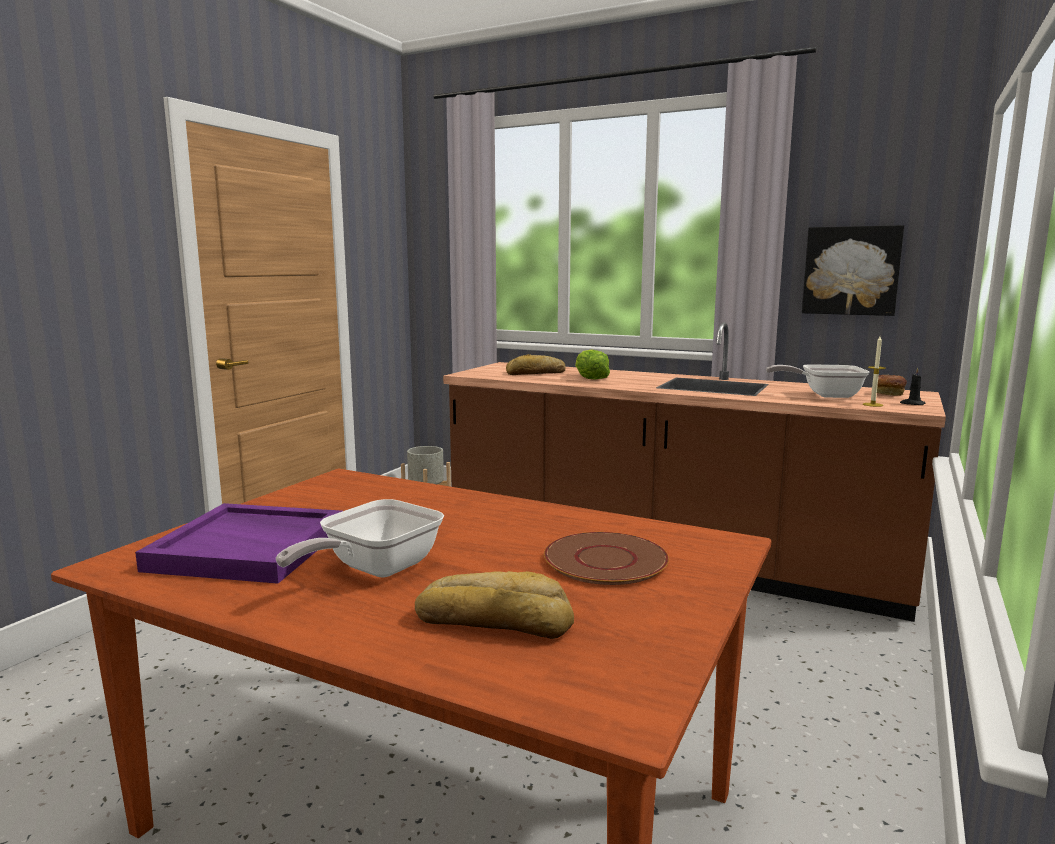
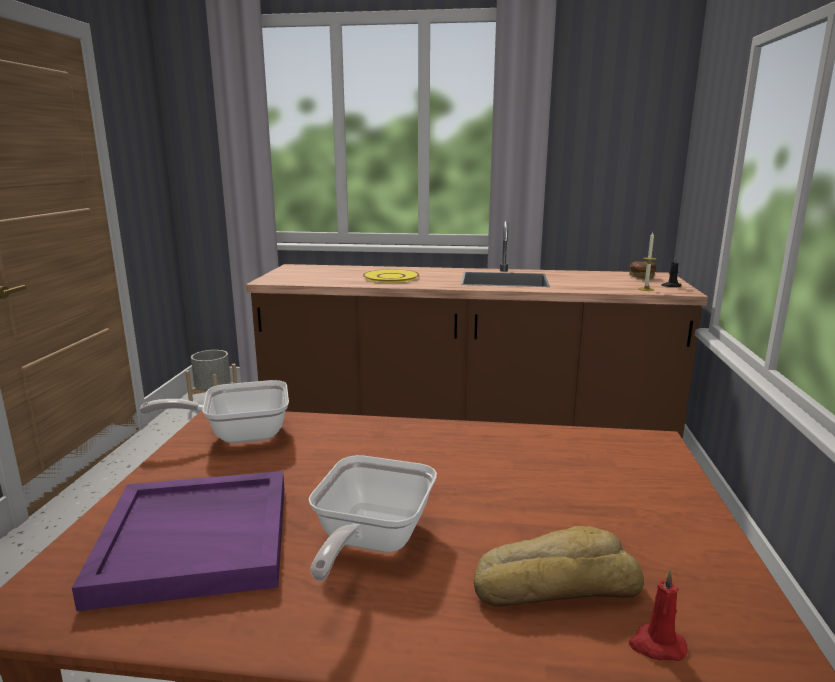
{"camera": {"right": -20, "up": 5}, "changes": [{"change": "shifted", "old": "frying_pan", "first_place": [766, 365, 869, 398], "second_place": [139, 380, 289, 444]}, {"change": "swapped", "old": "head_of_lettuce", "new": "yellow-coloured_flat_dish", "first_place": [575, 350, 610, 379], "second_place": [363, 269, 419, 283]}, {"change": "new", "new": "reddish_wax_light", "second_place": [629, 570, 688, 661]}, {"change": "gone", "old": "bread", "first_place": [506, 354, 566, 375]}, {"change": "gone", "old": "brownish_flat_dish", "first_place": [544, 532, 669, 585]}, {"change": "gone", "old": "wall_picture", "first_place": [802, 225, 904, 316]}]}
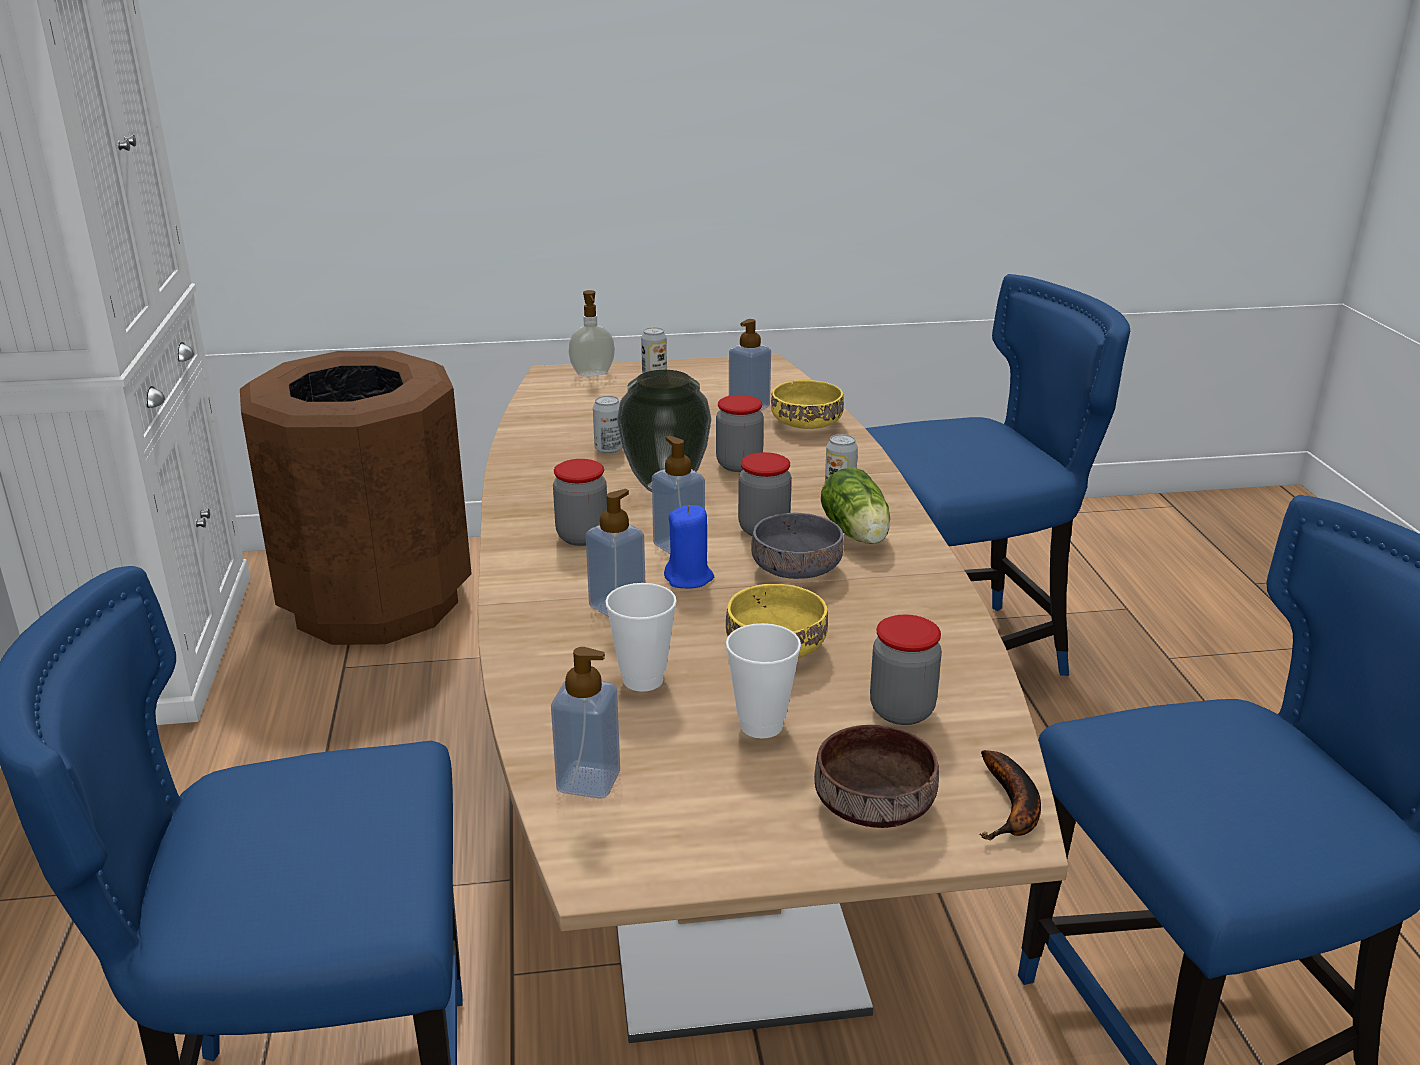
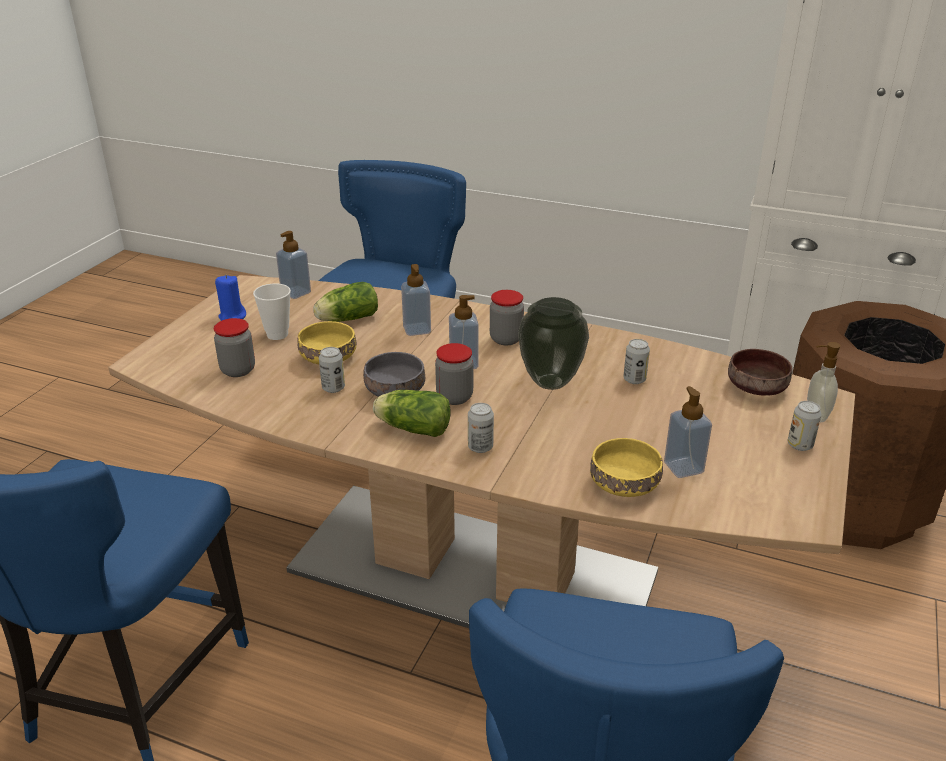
{"camera": {"right": 120, "up": 5}, "changes": [{"change": "shifted", "old": "bluish_wax_light", "first_place": [664, 505, 714, 588], "second_place": [215, 275, 246, 321]}, {"change": "swapped", "old": "cup", "new": "head_of_lettuce", "first_place": [605, 583, 677, 692], "second_place": [313, 282, 378, 322]}, {"change": "new", "new": "metal_can", "second_place": [319, 347, 345, 393]}, {"change": "shifted", "old": "brownish_serving_bowl", "first_place": [814, 725, 939, 828], "second_place": [728, 349, 793, 396]}, {"change": "gone", "old": "jar", "first_place": [716, 395, 764, 472]}, {"change": "gone", "old": "banana_fruit", "first_place": [980, 750, 1041, 840]}]}
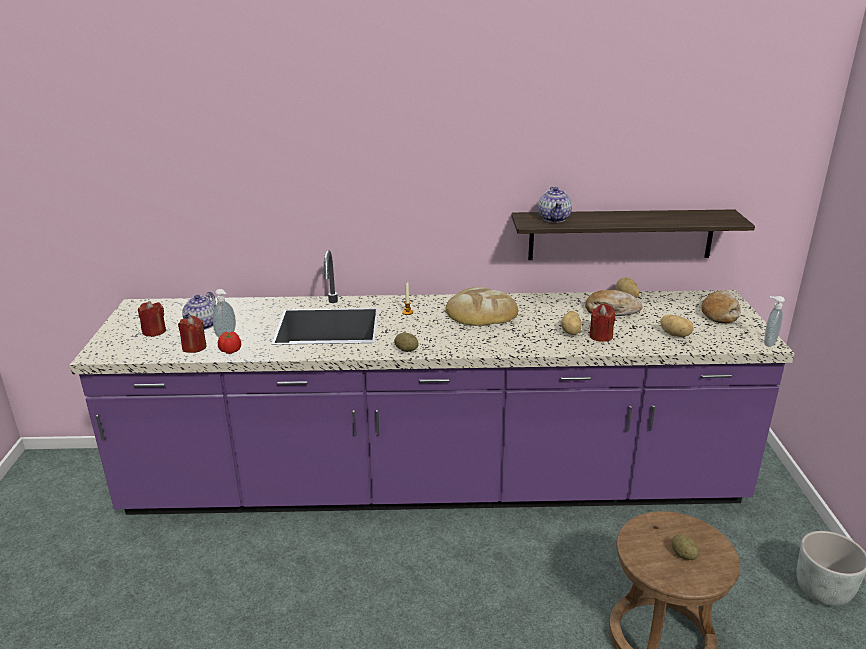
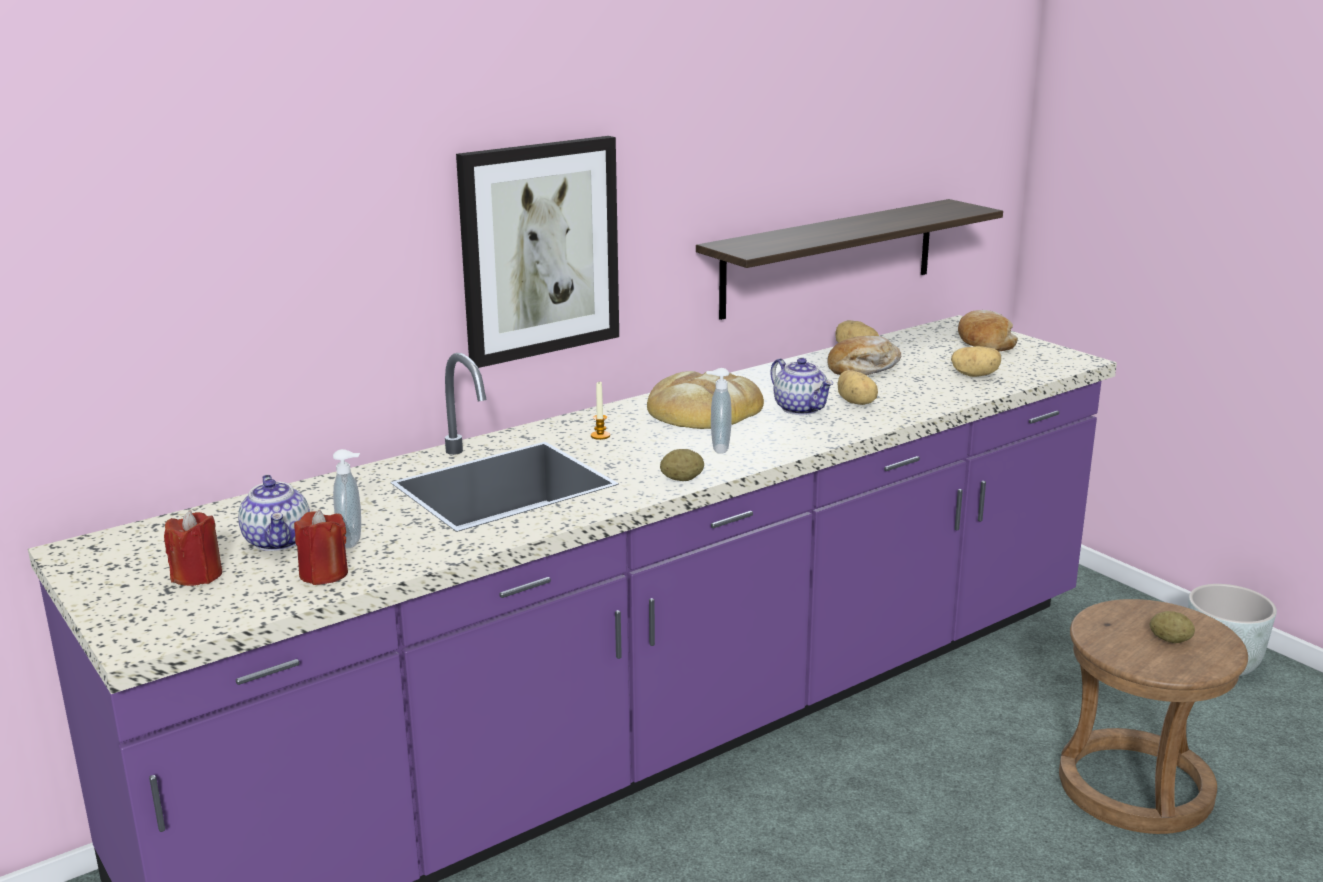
{"camera": {"right": -35, "up": -5}, "changes": [{"change": "new", "new": "wall_picture", "second_place": [456, 136, 619, 368]}, {"change": "shifted", "old": "liquid_soap_bottle", "first_place": [764, 296, 785, 347], "second_place": [706, 368, 732, 454]}, {"change": "shifted", "old": "teapot", "first_place": [538, 187, 572, 222], "second_place": [770, 358, 833, 415]}, {"change": "gone", "old": "whole_tomato", "first_place": [218, 331, 241, 354]}, {"change": "gone", "old": "reddish_wax_light", "first_place": [589, 304, 616, 342]}]}
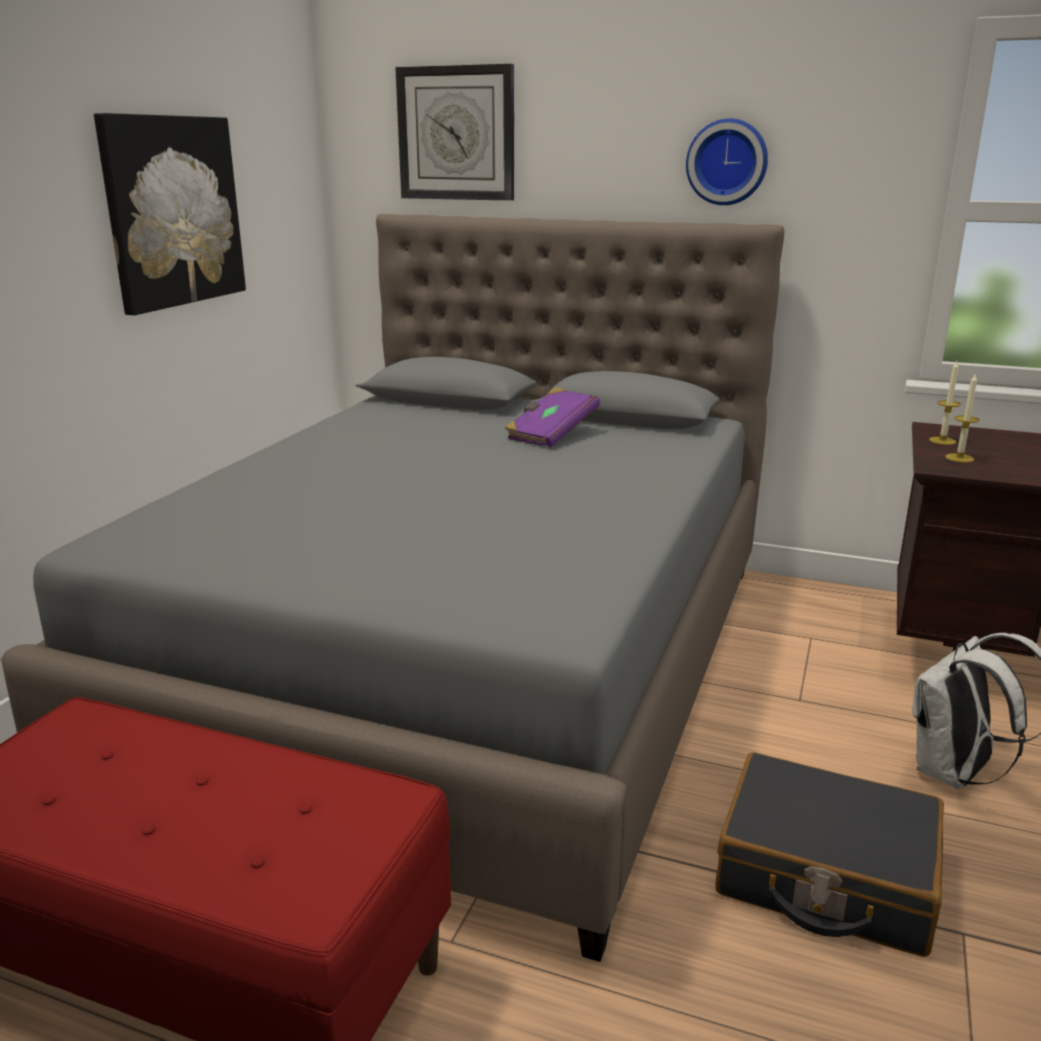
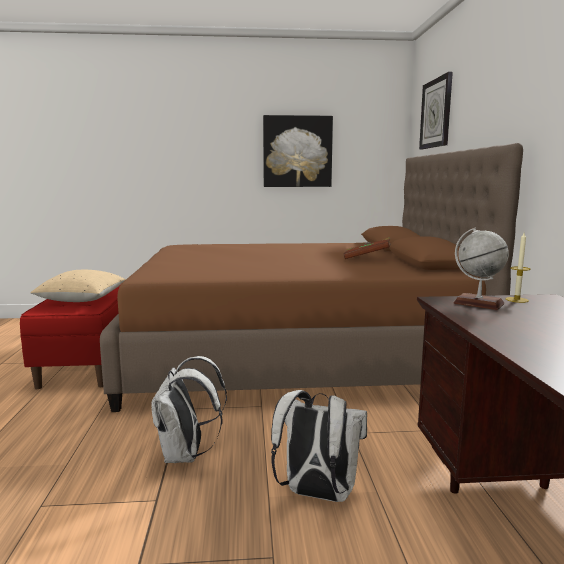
{"camera": {"right": 65, "up": -10}, "changes": [{"change": "new", "new": "beige-coloured_cushion", "second_place": [30, 270, 126, 302]}, {"change": "repainted", "old": "grey_sleeping_bed", "new": "brownish_sleeping_bed", "first_place": [1, 214, 784, 962], "second_place": [100, 143, 523, 412]}, {"change": "swapped", "old": "black_suitcase", "new": "white-coloured_rucksack", "first_place": [715, 752, 944, 957], "second_place": [151, 356, 227, 463]}, {"change": "repainted", "old": "purplish_bound_book", "new": "brownish_bound_book", "first_place": [504, 387, 600, 447], "second_place": [344, 237, 391, 259]}, {"change": "swapped", "old": "wax_light", "new": "world_globe", "first_place": [945, 374, 979, 462], "second_place": [453, 227, 509, 310]}, {"change": "gone", "old": "hanging_clock", "first_place": [686, 118, 768, 205]}]}
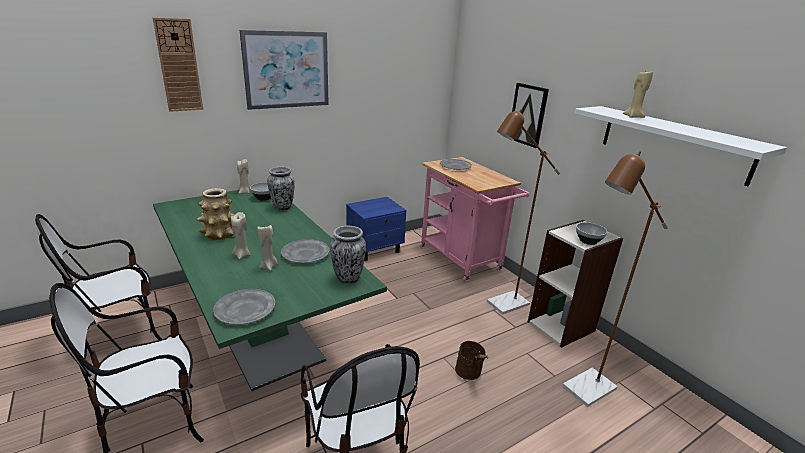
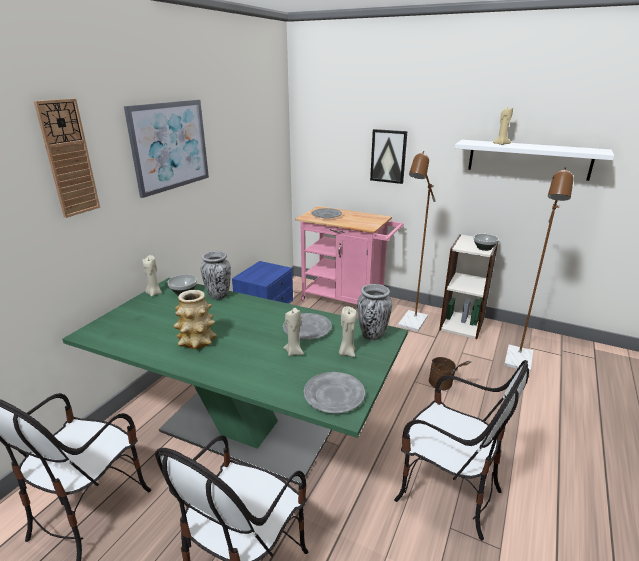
{"camera": {"right": -30, "up": 0}, "changes": [{"change": "shifted", "old": "beige-coloured_wax_light", "first_place": [231, 212, 251, 259], "second_place": [339, 306, 357, 357]}]}
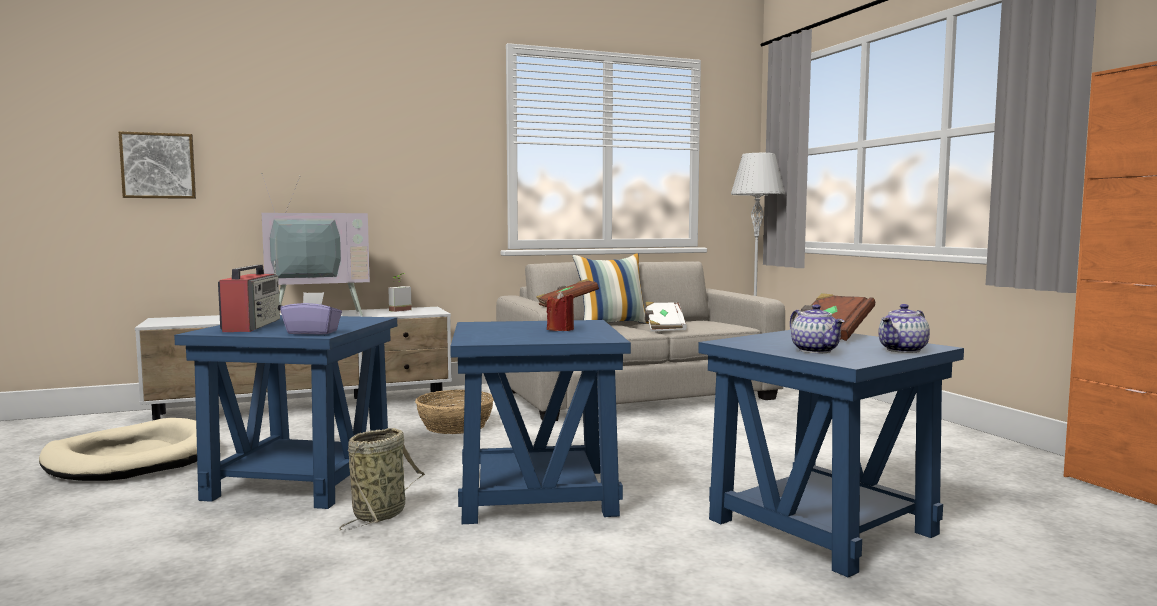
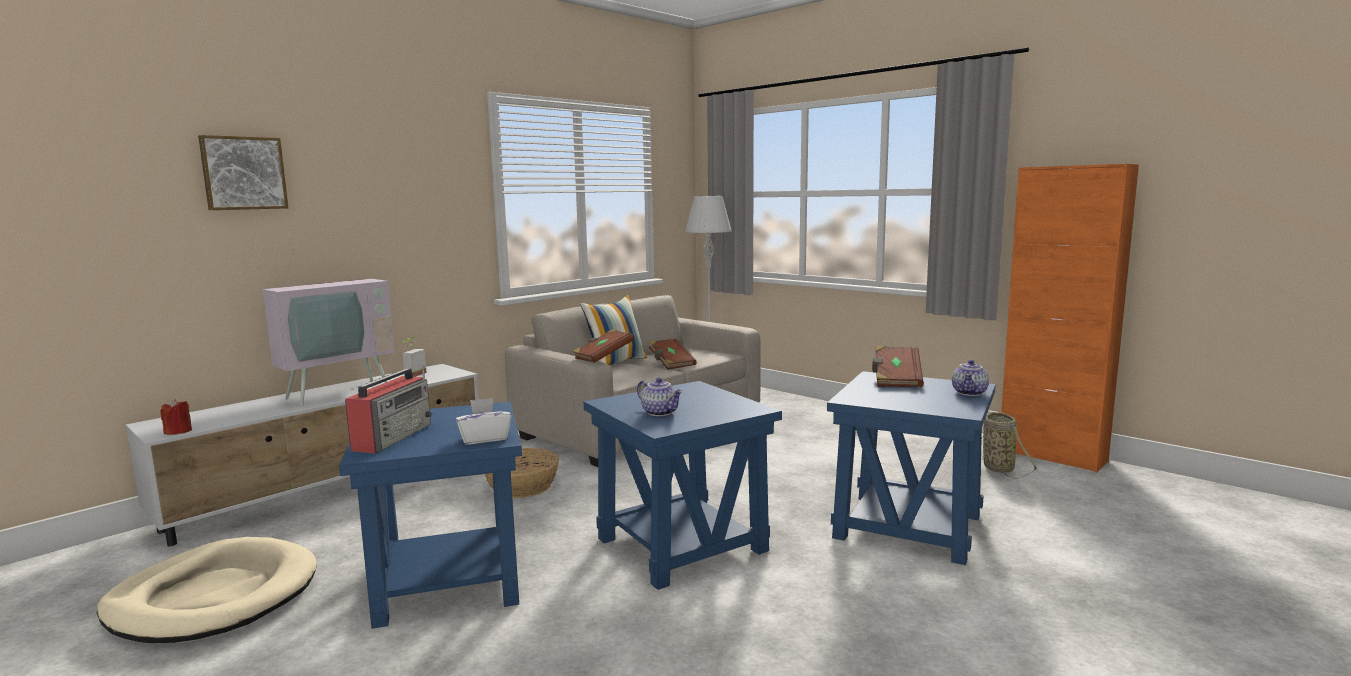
{"camera": {"right": -25, "up": 5}, "changes": [{"change": "shifted", "old": "reddish_wax_light", "first_place": [547, 291, 574, 331], "second_place": [161, 399, 192, 435]}, {"change": "shifted", "old": "wall_picture", "first_place": [119, 131, 196, 199], "second_place": [198, 135, 288, 210]}, {"change": "rotated", "old": "radio_set", "first_place": [218, 261, 283, 332], "second_place": [345, 364, 432, 453], "degrees": 45}, {"change": "repainted", "old": "purplish_box_of_tissues", "new": "white-coloured_box_of_tissues", "first_place": [280, 292, 342, 335], "second_place": [456, 398, 512, 445]}, {"change": "shifted", "old": "teapot", "first_place": [790, 304, 844, 353], "second_place": [637, 377, 682, 416]}, {"change": "repainted", "old": "white-coloured_bound_book", "new": "brownish_bound_book", "first_place": [645, 302, 687, 331], "second_place": [649, 339, 697, 370]}, {"change": "shifted", "old": "household_basket", "first_place": [339, 428, 425, 530], "second_place": [981, 412, 1038, 479]}]}
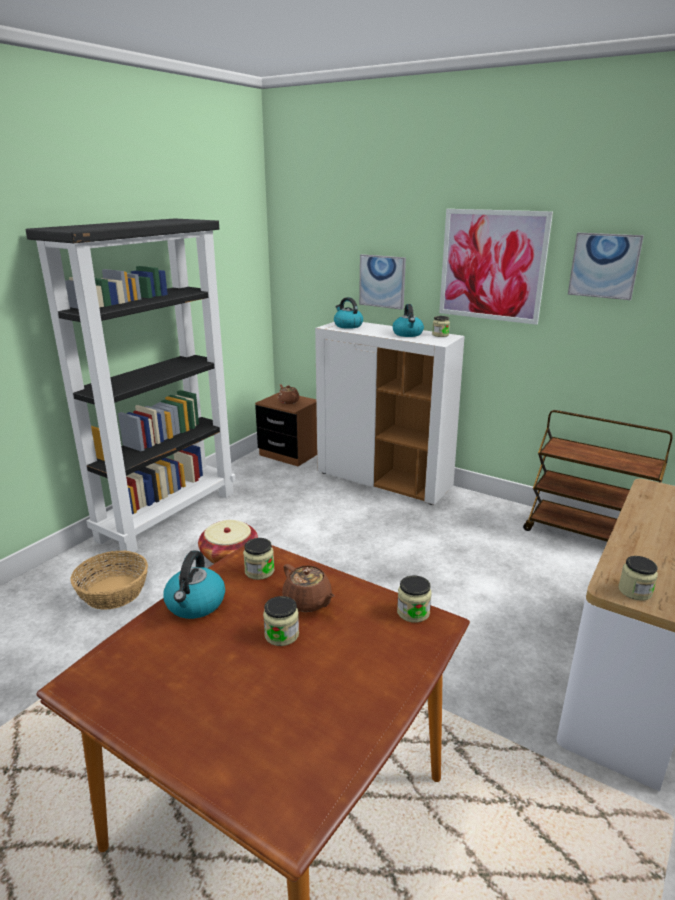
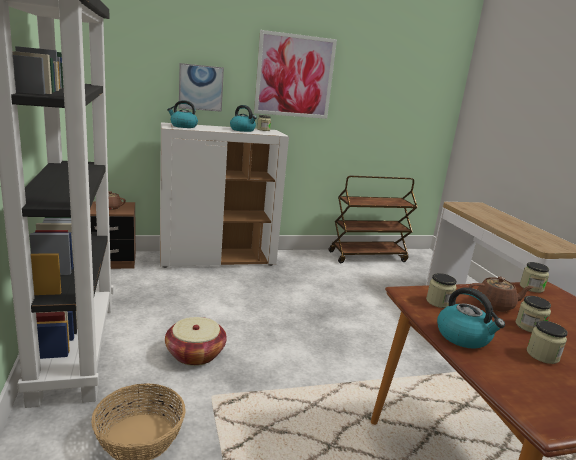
{"camera": {"right": -50, "up": -5}, "changes": [{"change": "shifted", "old": "jar", "first_place": [618, 556, 658, 601], "second_place": [527, 321, 568, 364]}, {"change": "gone", "old": "wall_picture", "first_place": [568, 233, 644, 300]}]}
